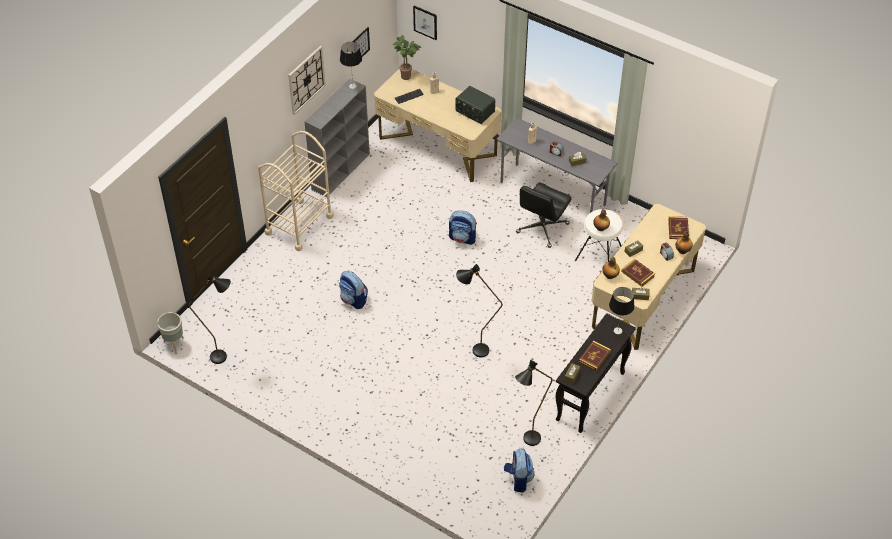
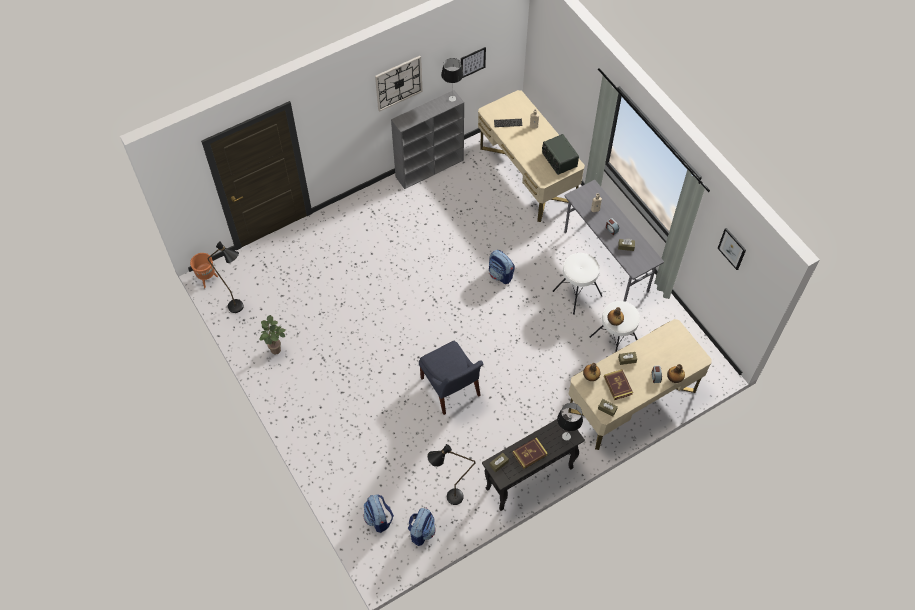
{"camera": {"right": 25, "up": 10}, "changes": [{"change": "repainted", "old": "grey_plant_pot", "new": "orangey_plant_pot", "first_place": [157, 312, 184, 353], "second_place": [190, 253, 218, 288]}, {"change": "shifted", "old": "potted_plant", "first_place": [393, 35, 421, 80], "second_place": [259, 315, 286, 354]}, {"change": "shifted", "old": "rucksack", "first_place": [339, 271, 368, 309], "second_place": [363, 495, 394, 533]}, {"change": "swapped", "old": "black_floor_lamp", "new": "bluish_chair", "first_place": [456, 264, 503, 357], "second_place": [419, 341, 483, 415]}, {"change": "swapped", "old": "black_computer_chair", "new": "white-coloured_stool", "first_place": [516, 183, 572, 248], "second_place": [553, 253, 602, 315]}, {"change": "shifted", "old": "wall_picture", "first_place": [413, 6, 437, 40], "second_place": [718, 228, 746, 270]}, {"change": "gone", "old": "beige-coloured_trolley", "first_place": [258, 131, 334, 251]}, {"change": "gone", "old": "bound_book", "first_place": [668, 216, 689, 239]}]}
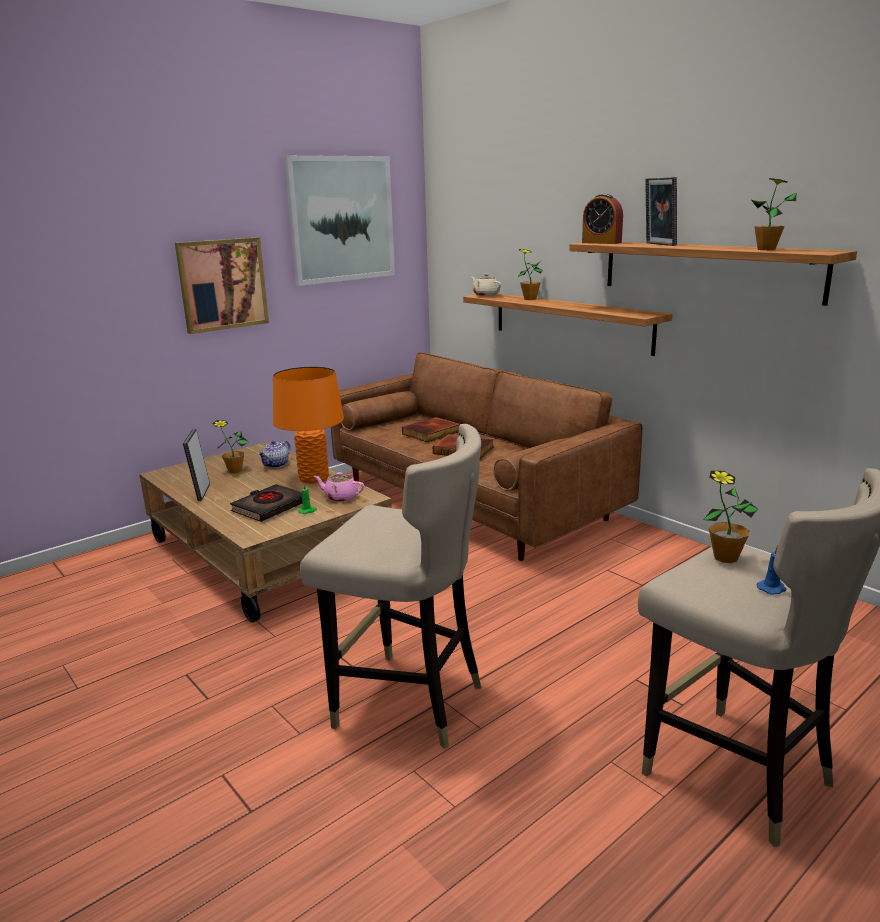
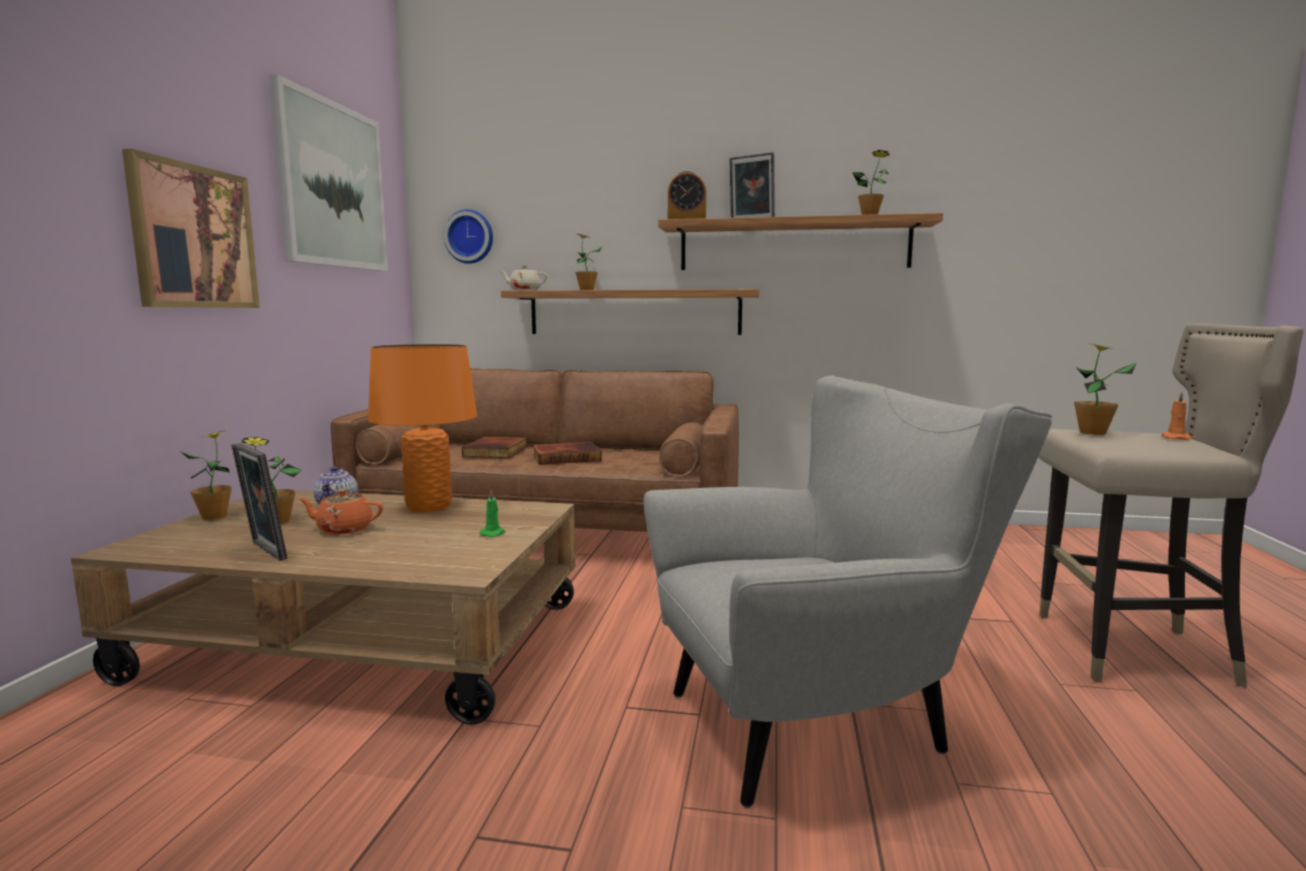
{"camera": {"right": -40, "up": -10}, "changes": [{"change": "new", "new": "potted_plant", "second_place": [180, 430, 232, 520]}, {"change": "new", "new": "orangey_teapot", "second_place": [298, 489, 383, 535]}, {"change": "new", "new": "hanging_clock", "second_place": [444, 209, 493, 264]}, {"change": "swapped", "old": "beige-coloured_stool", "new": "grey_armchair", "first_place": [300, 424, 481, 749], "second_place": [644, 375, 1052, 808]}, {"change": "repainted", "old": "bluish_wax_light", "new": "orangey_wax_light", "first_place": [757, 545, 787, 595], "second_place": [1161, 392, 1193, 440]}, {"change": "gone", "old": "black_bound_book", "first_place": [230, 484, 303, 522]}, {"change": "gone", "old": "pink_teapot", "first_place": [314, 472, 364, 502]}]}
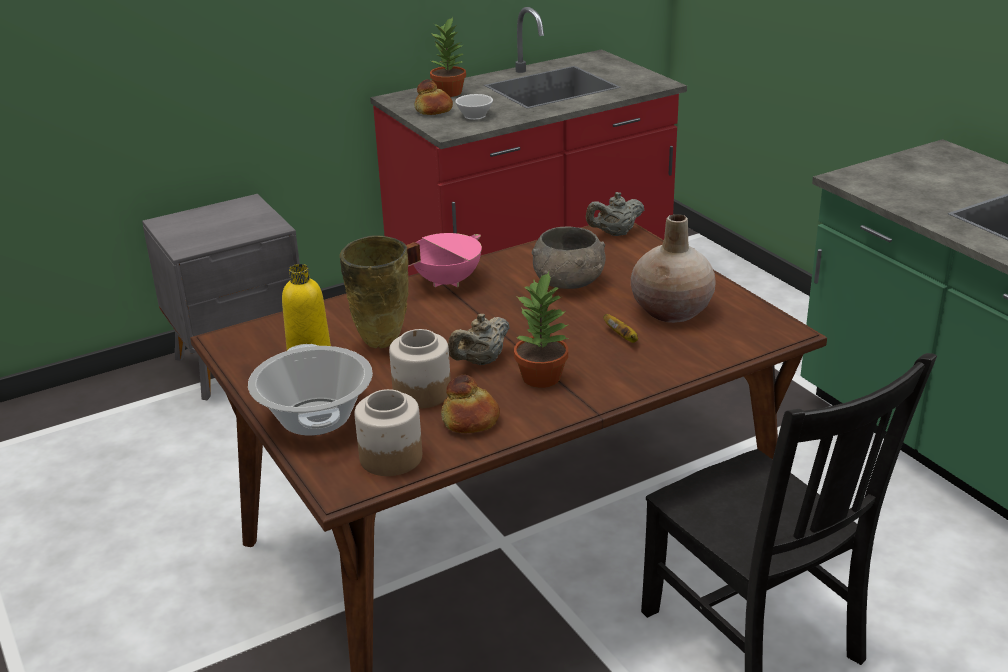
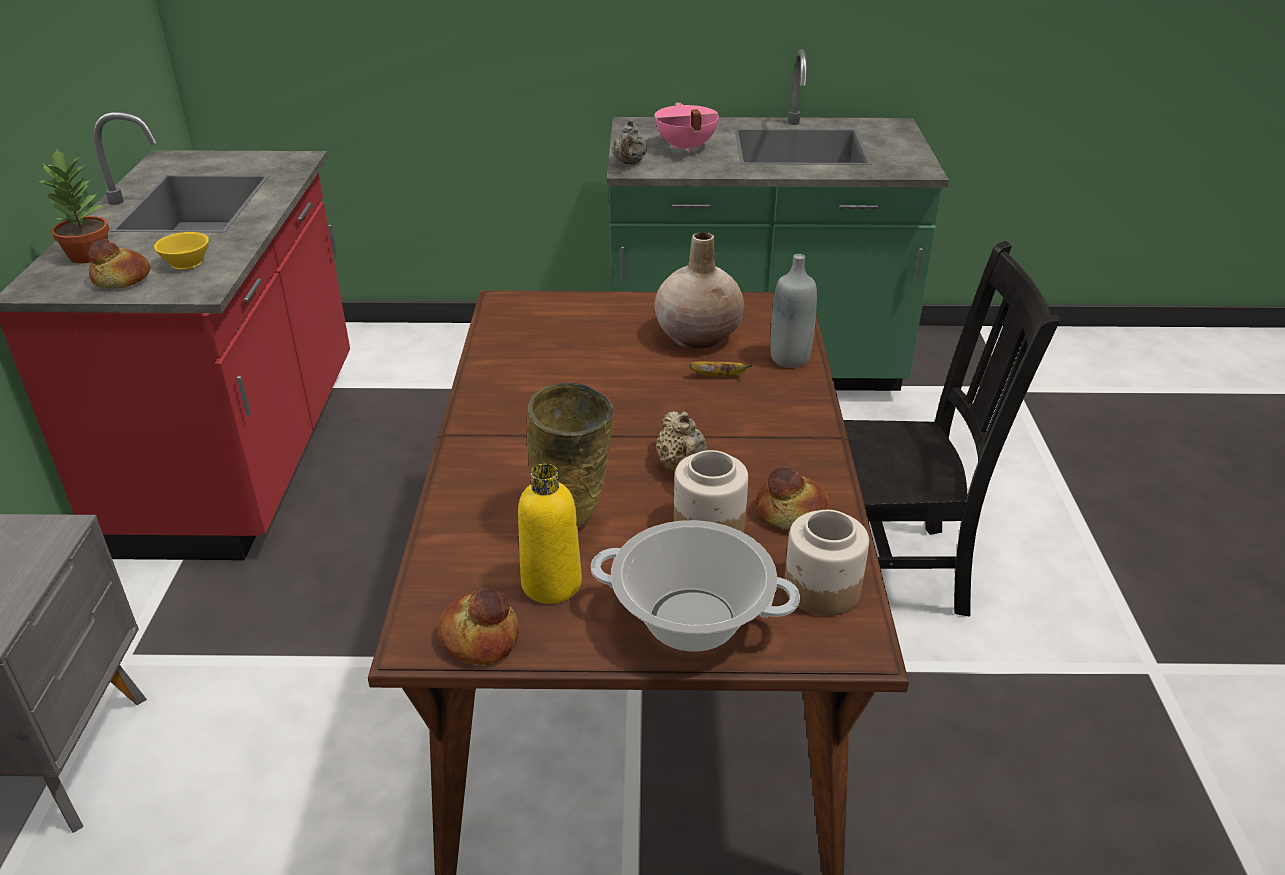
{"camera": {"right": -60, "up": 5}, "changes": [{"change": "repainted", "old": "white-coloured_cup", "new": "yellow-coloured_cup", "first_place": [455, 94, 493, 120], "second_place": [154, 232, 209, 270]}, {"change": "new", "new": "bread", "second_place": [438, 588, 519, 665]}, {"change": "shifted", "old": "grey_teapot", "first_place": [586, 192, 644, 236], "second_place": [613, 119, 647, 165]}, {"change": "shifted", "old": "pink_cooking_pot", "first_place": [406, 233, 482, 287], "second_place": [655, 103, 719, 152]}, {"change": "new", "new": "grey_drink_bottle", "second_place": [770, 254, 817, 368]}, {"change": "gone", "old": "potted_plant", "first_place": [514, 272, 569, 388]}, {"change": "gone", "old": "grey_serving_bowl", "first_place": [532, 227, 606, 289]}]}
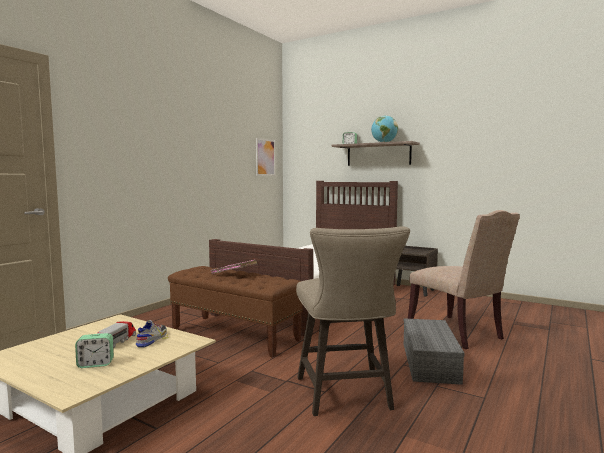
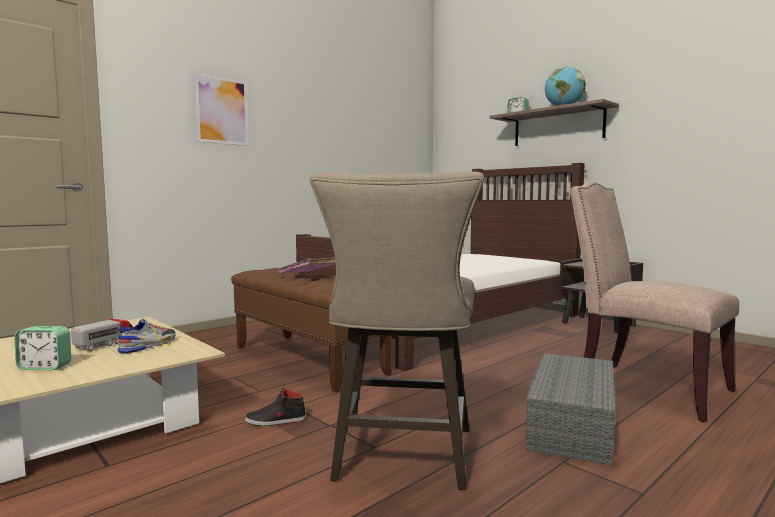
{"camera": {"right": 15, "up": 0}, "changes": [{"change": "shifted", "old": "wall_picture", "first_place": [256, 138, 275, 176], "second_place": [194, 73, 249, 146]}, {"change": "new", "new": "black_low_shoe", "second_place": [245, 388, 306, 426]}, {"change": "rotated", "old": "beige-coloured_chair", "first_place": [408, 210, 520, 349], "second_place": [570, 182, 739, 423], "degrees": 150}]}
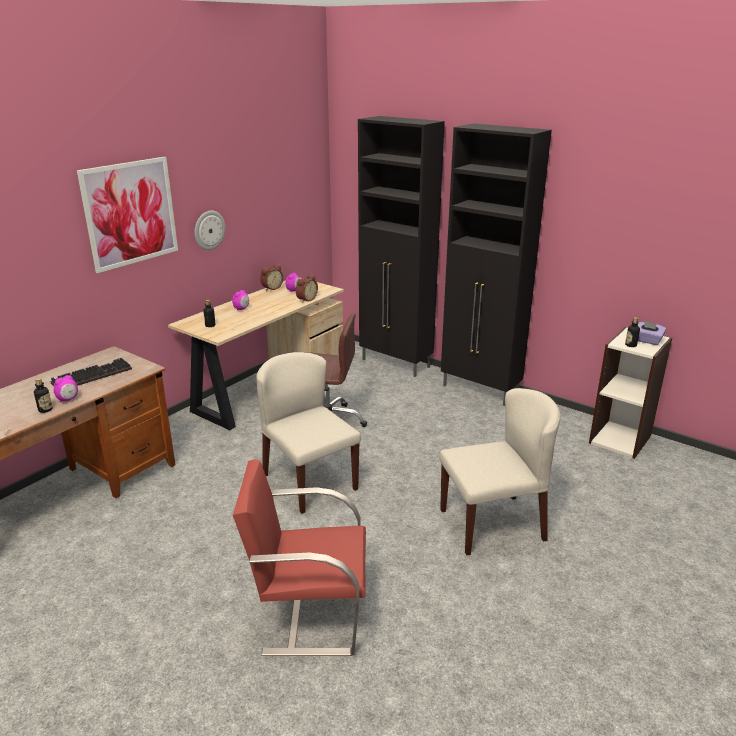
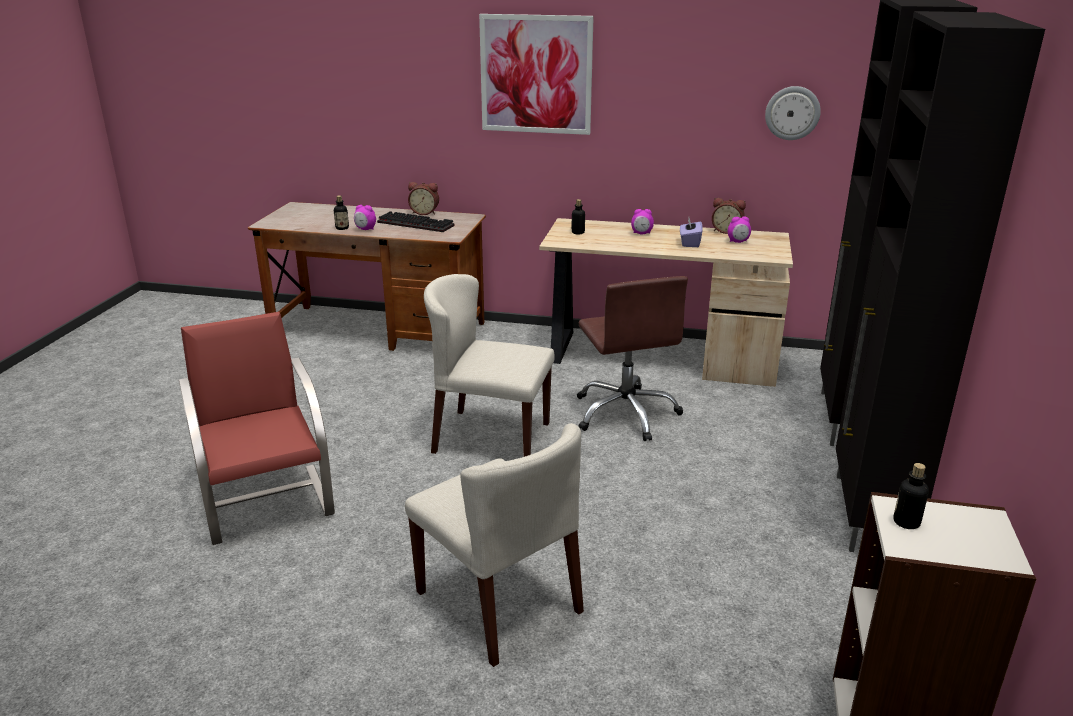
{"camera": {"right": 65, "up": 0}, "changes": [{"change": "shifted", "old": "table_clock", "first_place": [296, 274, 318, 303], "second_place": [408, 182, 439, 215]}, {"change": "rotated", "old": "beige-coloured_chair", "first_place": [256, 352, 361, 514], "second_place": [424, 274, 555, 457], "degrees": -105}, {"change": "shifted", "old": "purplish_box_of_tissues", "first_place": [638, 321, 666, 345], "second_place": [680, 218, 703, 247]}, {"change": "shifted", "old": "hanging_clock", "first_place": [195, 211, 225, 250], "second_place": [765, 86, 821, 140]}]}
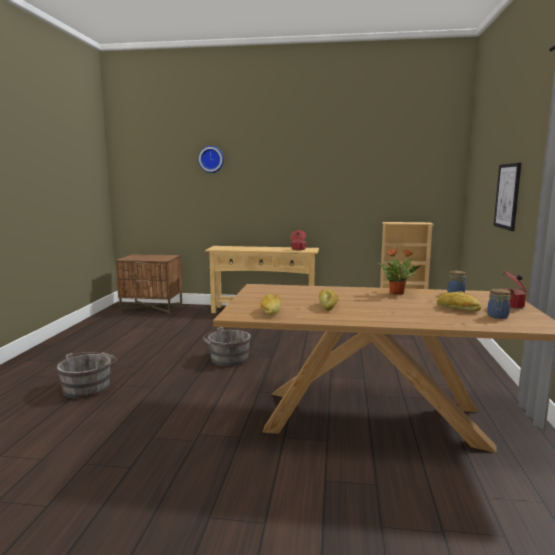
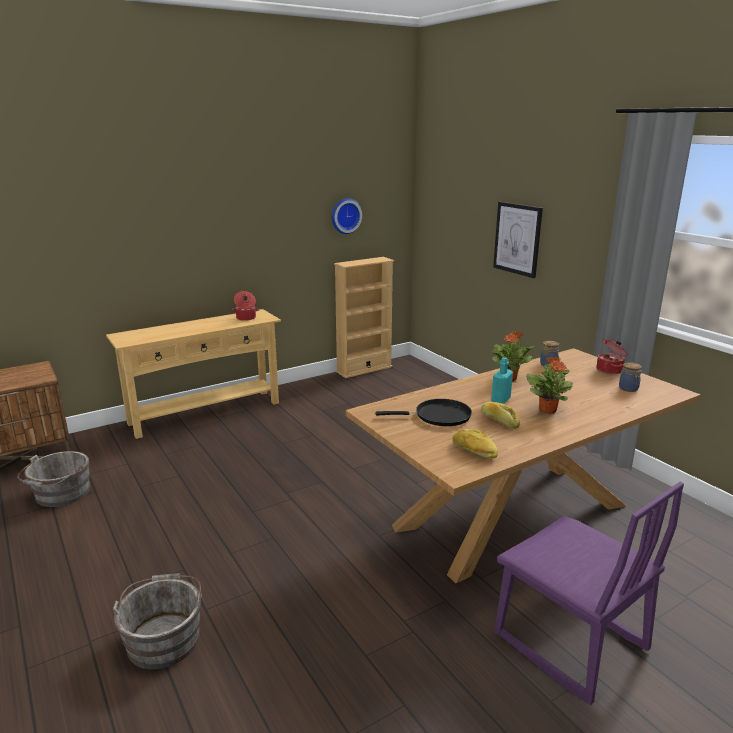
{"camera": {"right": -40, "up": 10}, "changes": [{"change": "shifted", "old": "grey_water_bucket", "first_place": [203, 327, 251, 366], "second_place": [17, 451, 90, 507]}, {"change": "shifted", "old": "hanging_clock", "first_place": [198, 146, 224, 173], "second_place": [332, 198, 362, 234]}, {"change": "new", "new": "black_frying_pan", "second_place": [375, 399, 472, 426]}, {"change": "new", "new": "blue-green_drink_bottle", "second_place": [491, 357, 513, 404]}, {"change": "new", "new": "purplish_chair", "second_place": [495, 482, 684, 705]}, {"change": "new", "new": "potted_plant", "second_place": [526, 356, 573, 414]}, {"change": "gone", "old": "bread", "first_place": [437, 291, 481, 312]}]}
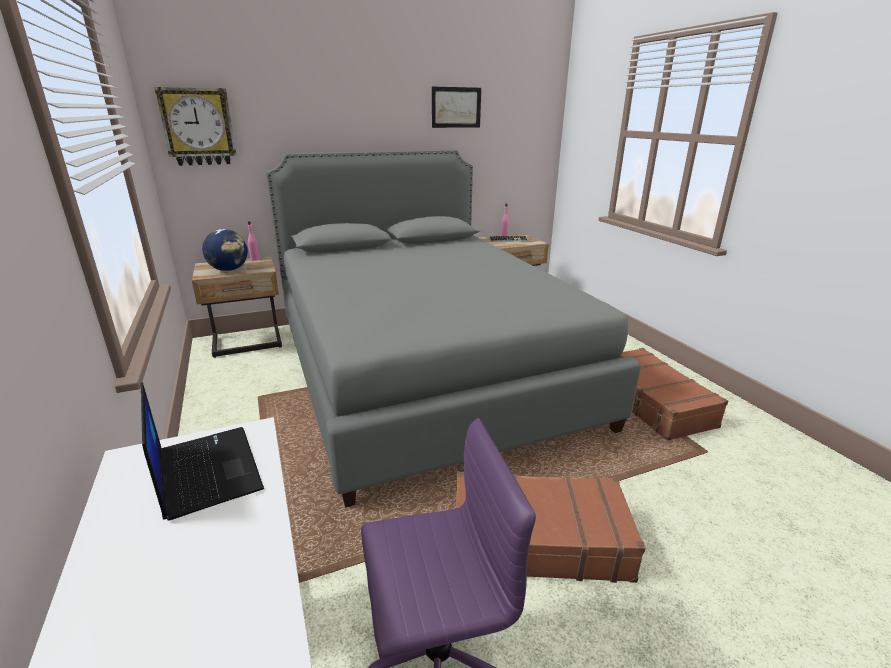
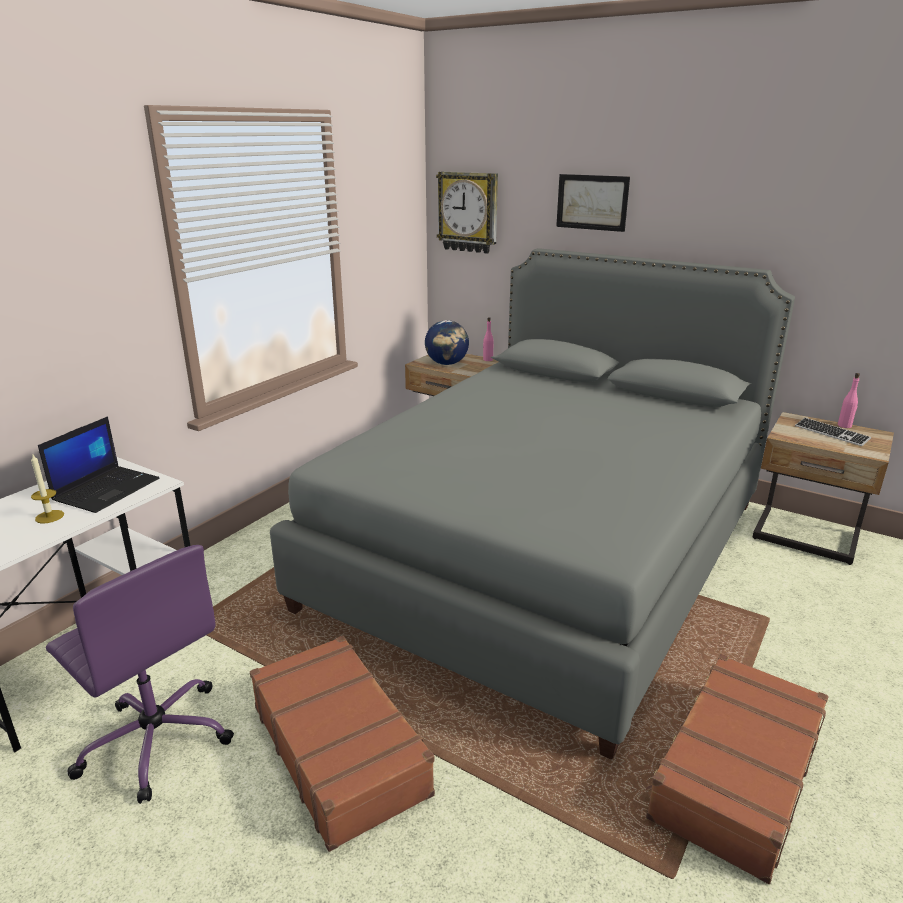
{"camera": {"right": 55, "up": 0}, "changes": [{"change": "new", "new": "wax_light", "second_place": [31, 453, 64, 523]}, {"change": "shifted", "old": "wall_picture", "first_place": [432, 86, 481, 128], "second_place": [556, 174, 630, 232]}]}
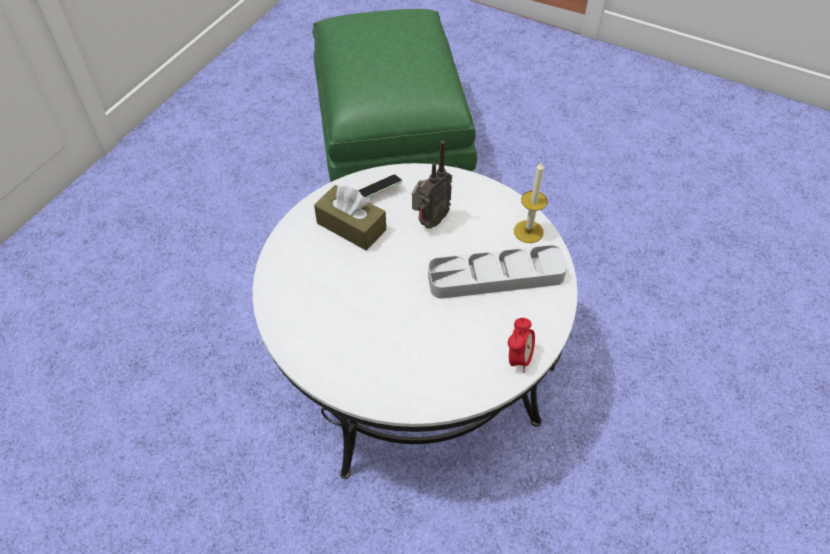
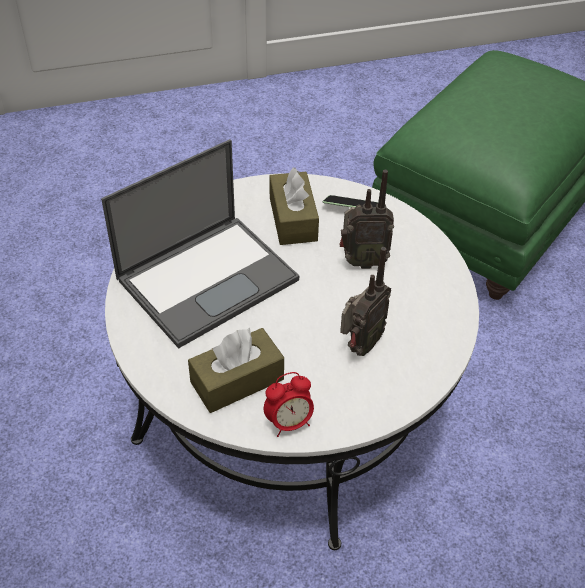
{"camera": {"right": 45, "up": -5}, "changes": [{"change": "new", "new": "laptop", "second_place": [101, 139, 299, 349]}, {"change": "new", "new": "brownish_box_of_tissues", "second_place": [188, 328, 284, 413]}, {"change": "swapped", "old": "grey_tray", "new": "radio_set", "first_place": [428, 245, 567, 299], "second_place": [340, 247, 391, 356]}, {"change": "gone", "old": "wax_light", "first_place": [514, 161, 548, 243]}]}
